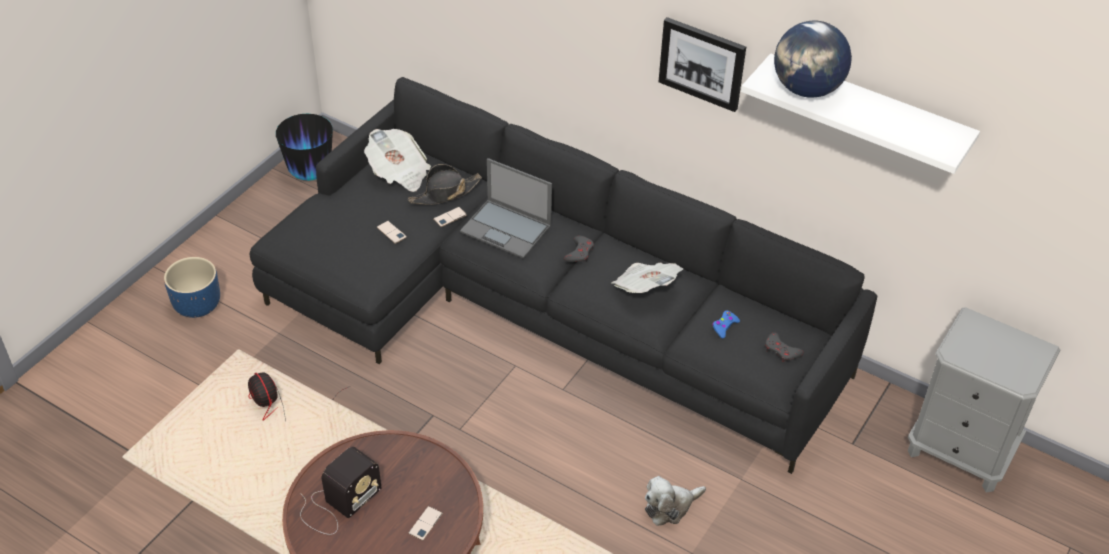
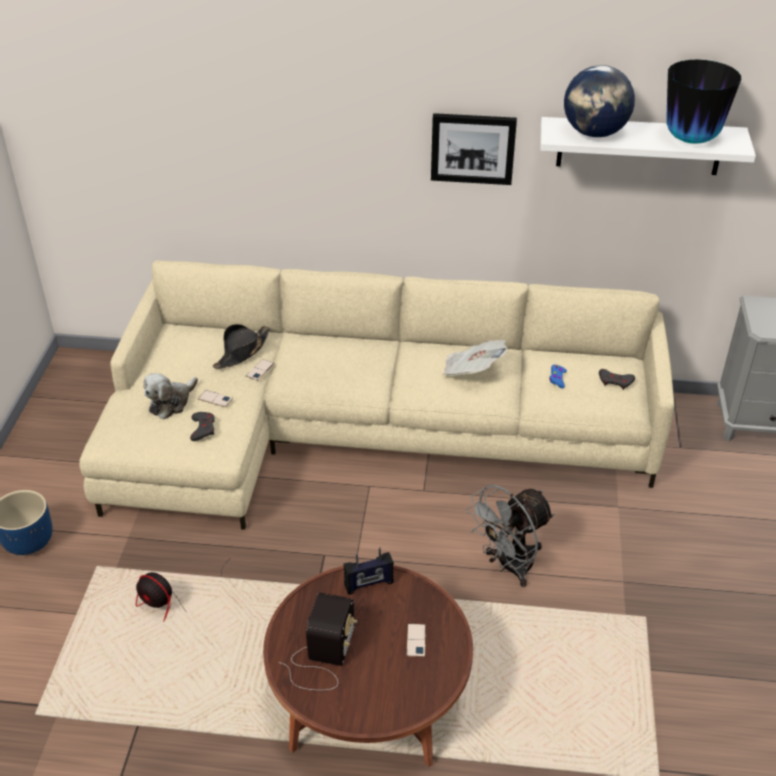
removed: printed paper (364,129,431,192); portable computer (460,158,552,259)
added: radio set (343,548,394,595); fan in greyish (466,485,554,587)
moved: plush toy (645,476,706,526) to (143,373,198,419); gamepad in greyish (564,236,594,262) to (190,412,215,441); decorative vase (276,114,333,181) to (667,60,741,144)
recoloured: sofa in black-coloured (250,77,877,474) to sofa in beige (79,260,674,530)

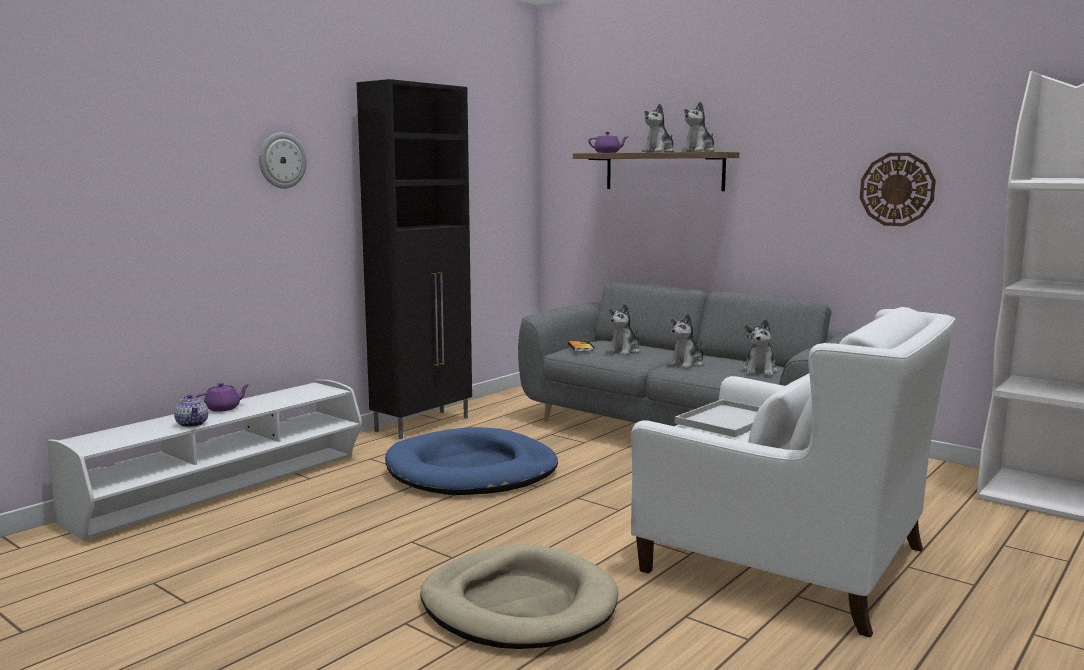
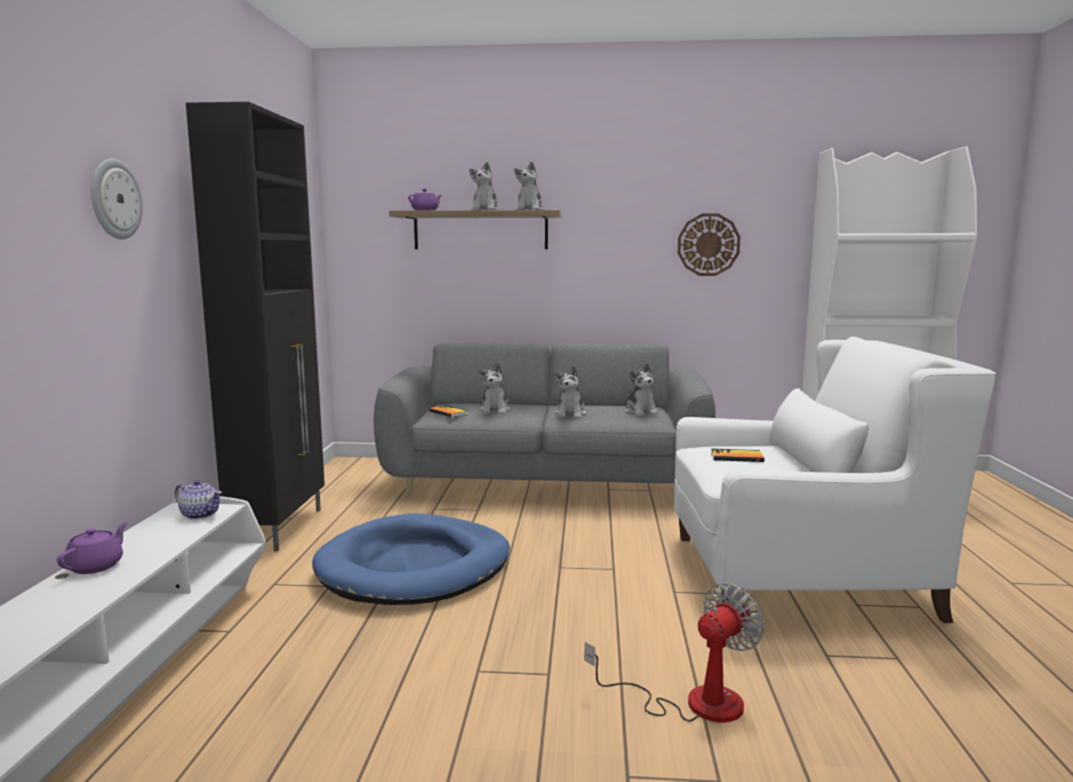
moved: tea pot (174,394,208,427) to (174,480,222,520)
replaced: dog bed in beige (420,544,618,649) to fan (585,583,764,723); tray in white (675,399,760,437) to volume (711,449,764,462)

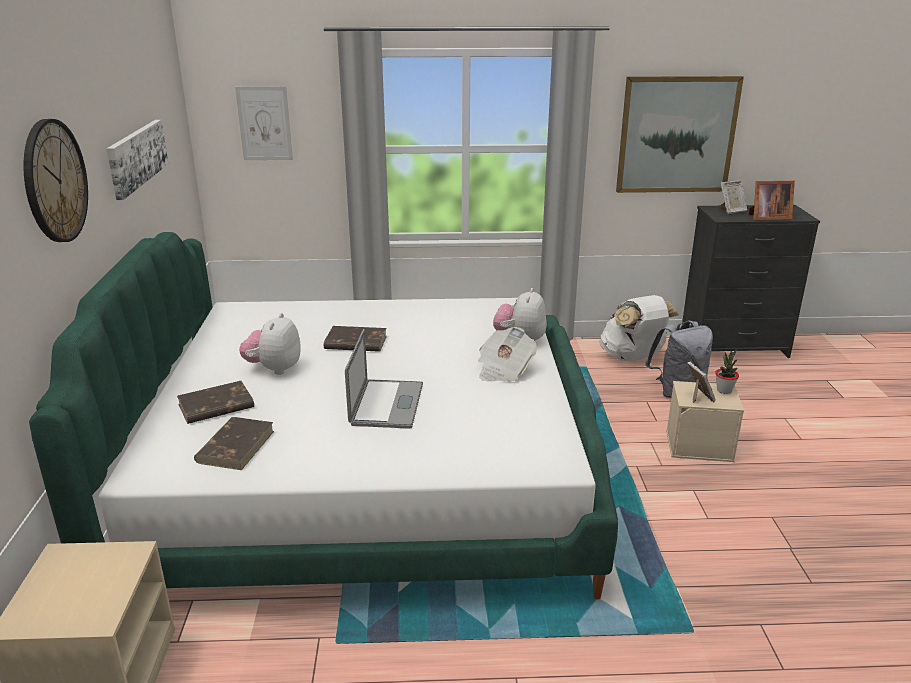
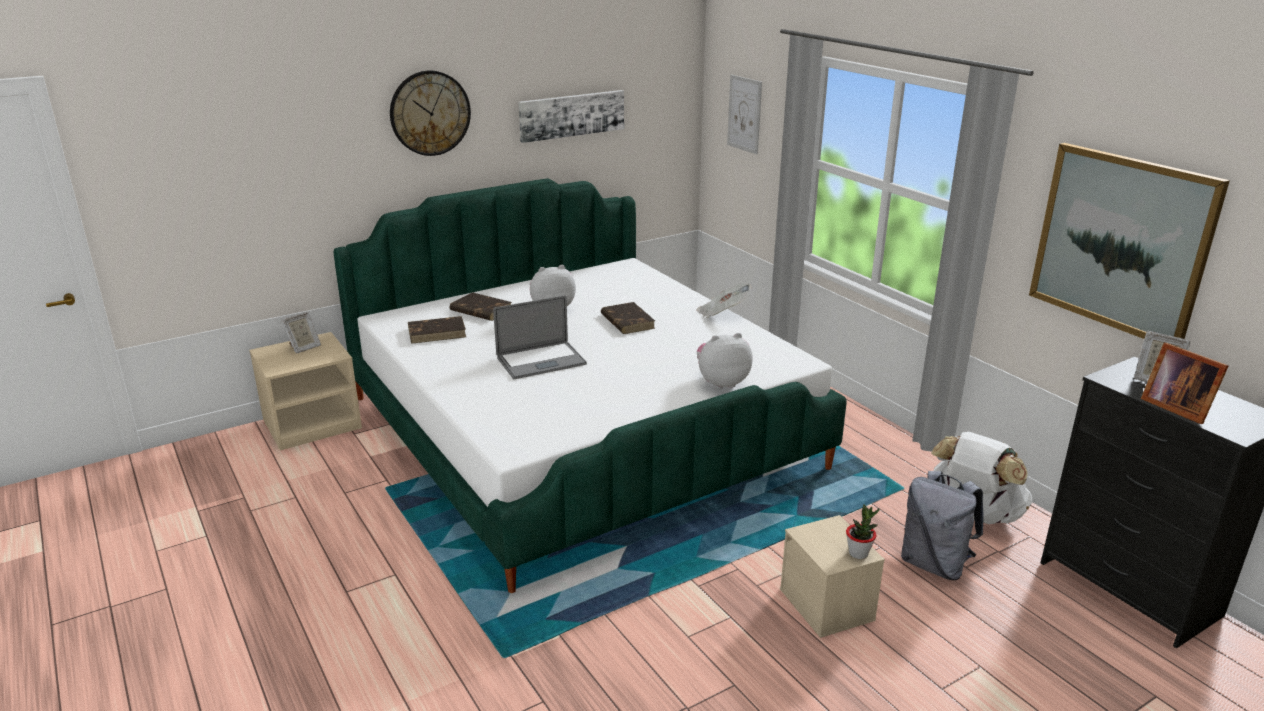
moved: standing frame (687,362,716,403) to (281,312,321,354); printed paper (478,327,537,382) to (697,283,752,318)

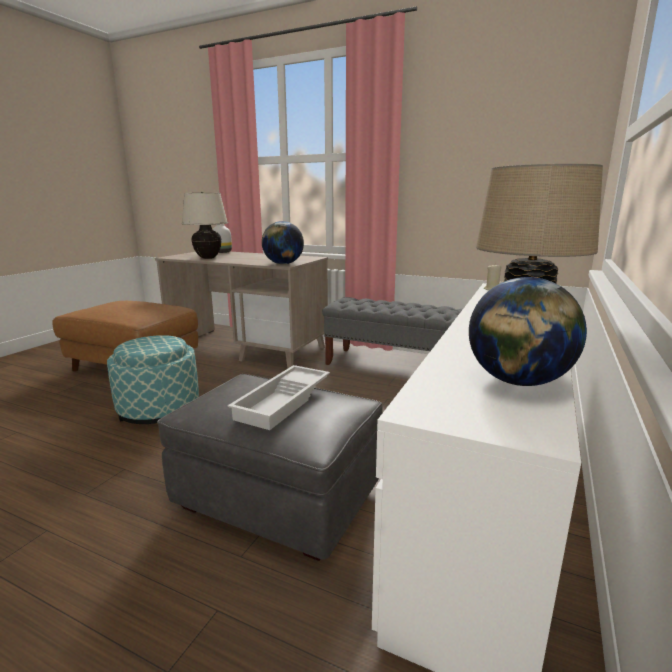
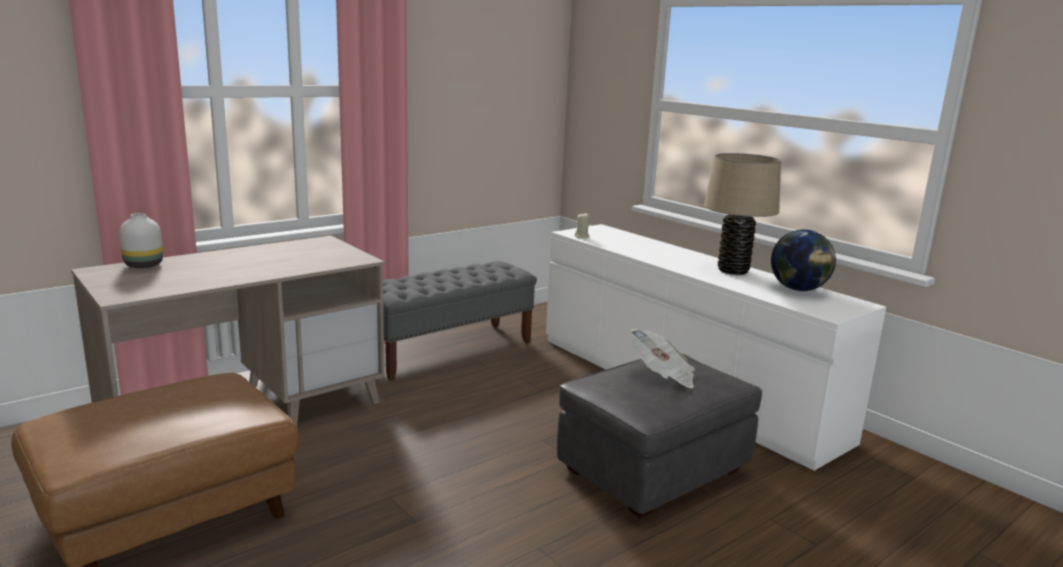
removed: ottoman (107,335,199,424); tabletop lamp in beige (182,192,228,259); world globe (262,221,304,264)
replaced: tray in white (228,365,330,430) to printed paper (631,329,695,388)

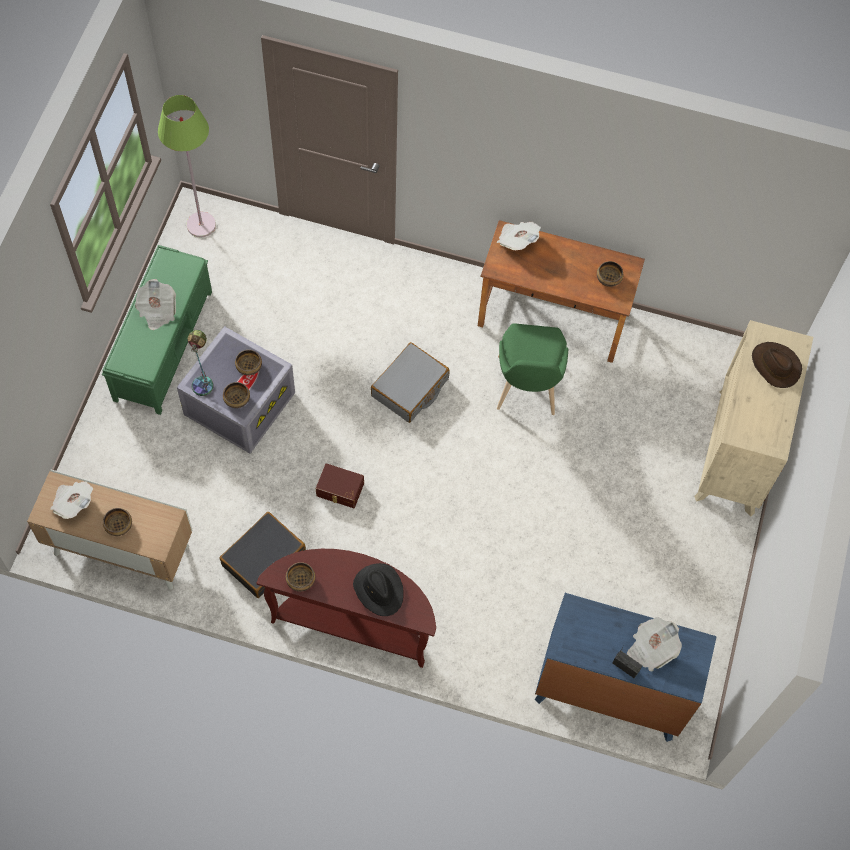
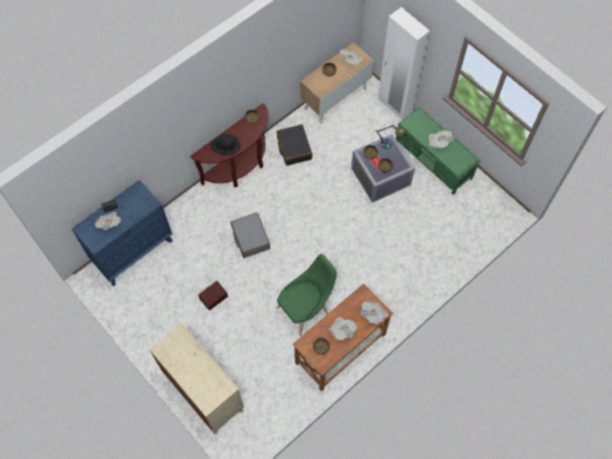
removed: standing lamp in green-coloured (158,95,216,237); hat in brown (752,342,802,388)
added: printed paper (329,317,357,340); armoire in white (378,7,430,120)
moved: storage container in brown (316,463,364,508) to (198,281,228,311); travel case in greyish (371,342,450,423) to (230,213,270,258)
turned: plain chair in green-coloured (497,323,568,415) = (277,254,337,336) 105 degrees clockwise

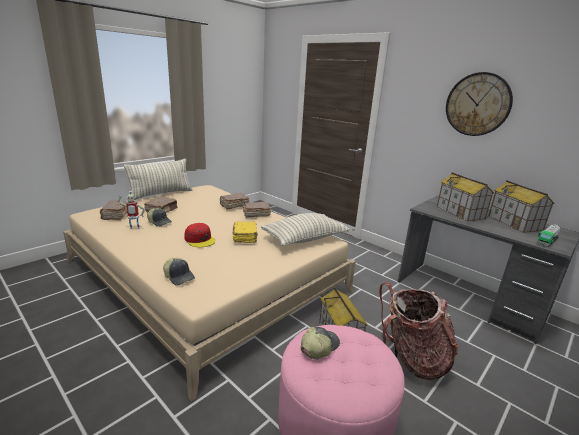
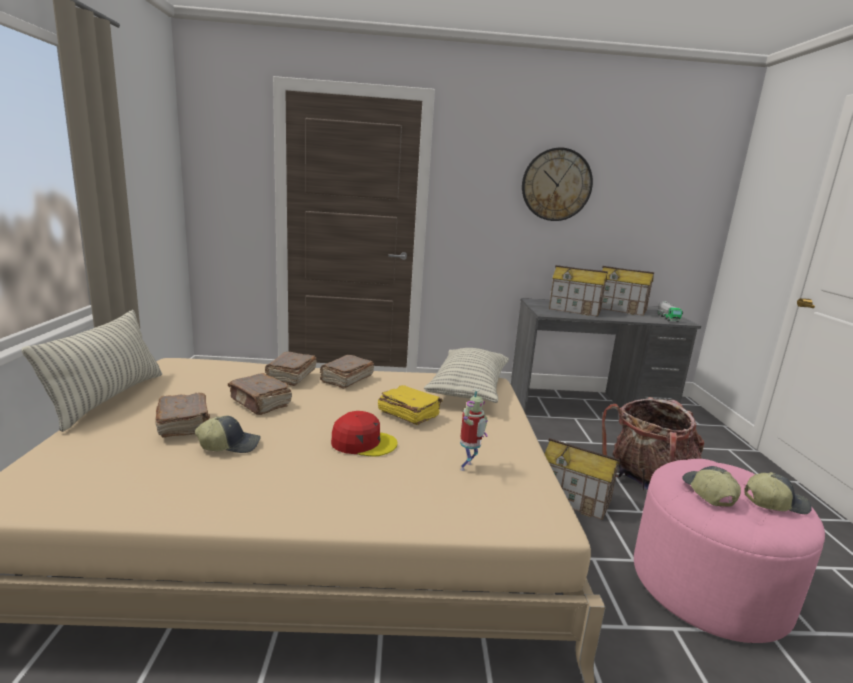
moved: volume in brown (100,200,127,220) to (228,373,292,415); toy robot (118,191,145,229) to (460,388,488,471); peaked cap (163,258,195,286) to (744,472,812,514)

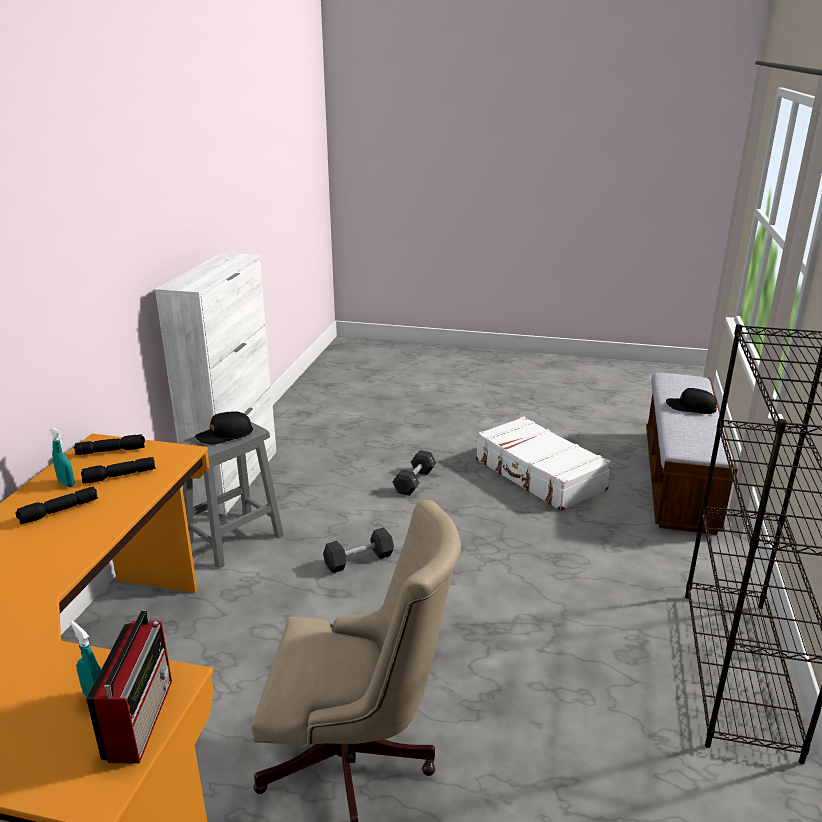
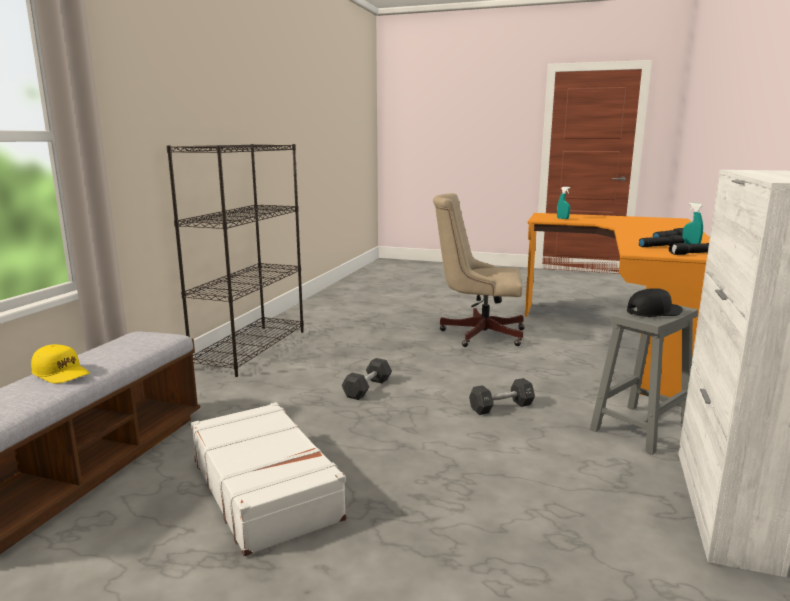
removed: radio set (86,610,172,764)
moved: dumbbell in black-coloured (392,450,436,496) to (341,358,392,400)
recoloured: peaked cap in black-coloured (666,388,717,414) to peaked cap in yellowish (31,344,90,384)

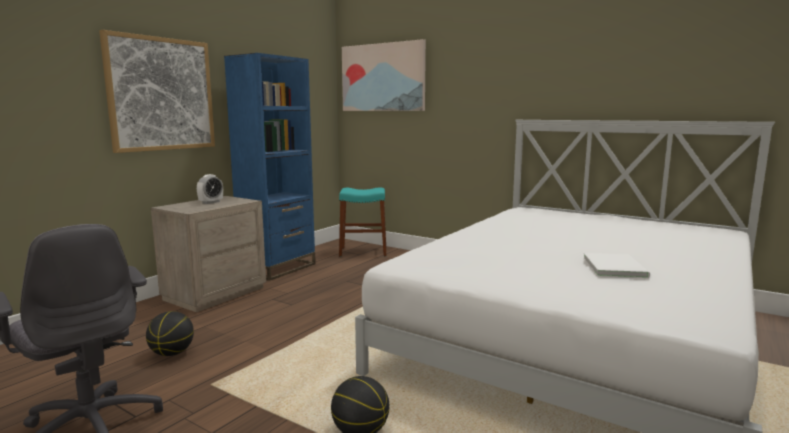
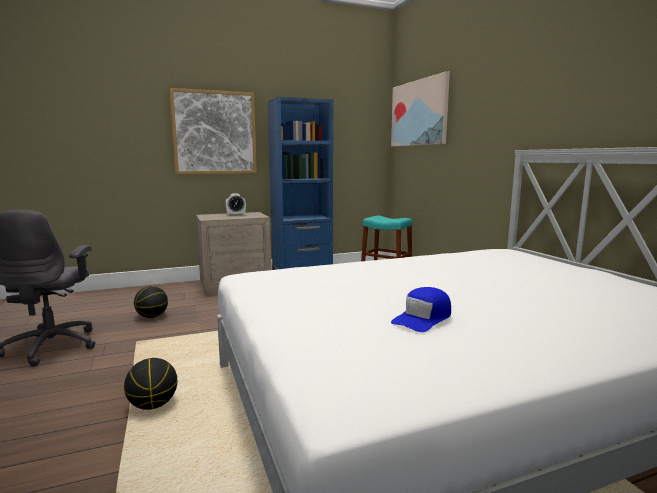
replaced: volume in white (583,253,650,278) to peaked cap in blue-coloured (391,287,451,332)

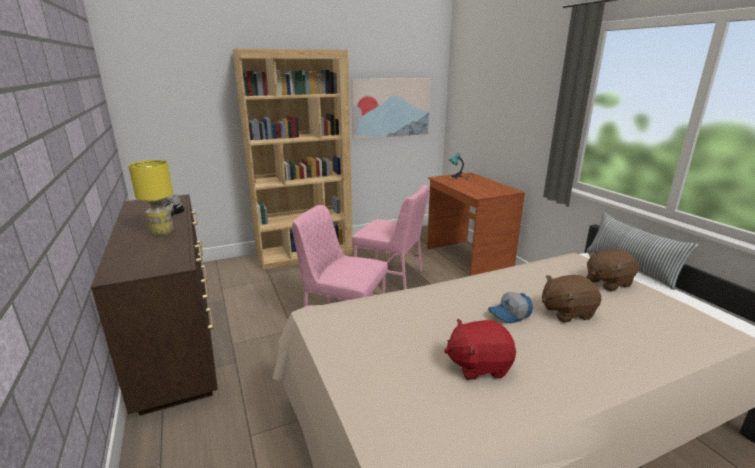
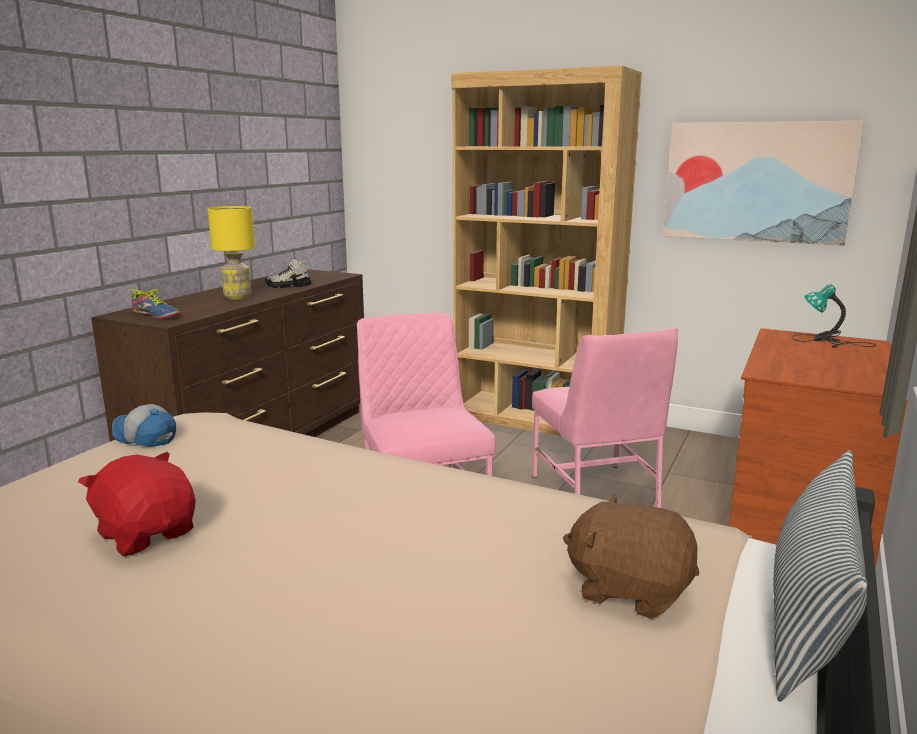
removed: plush toy in brown (542,275,601,322)
added: item of footwear (128,289,180,319)
moved: peaked cap (488,292,533,323) to (112,404,176,447)

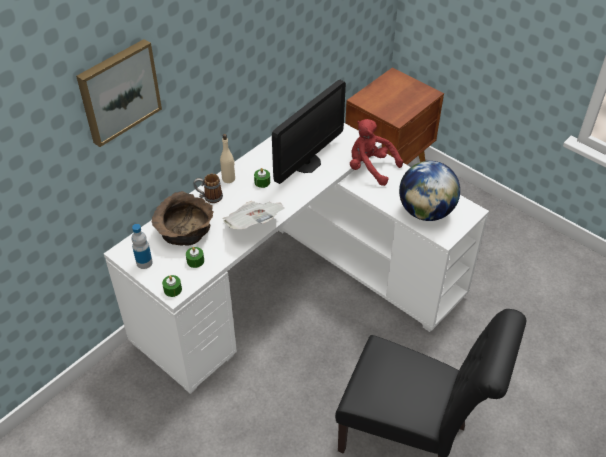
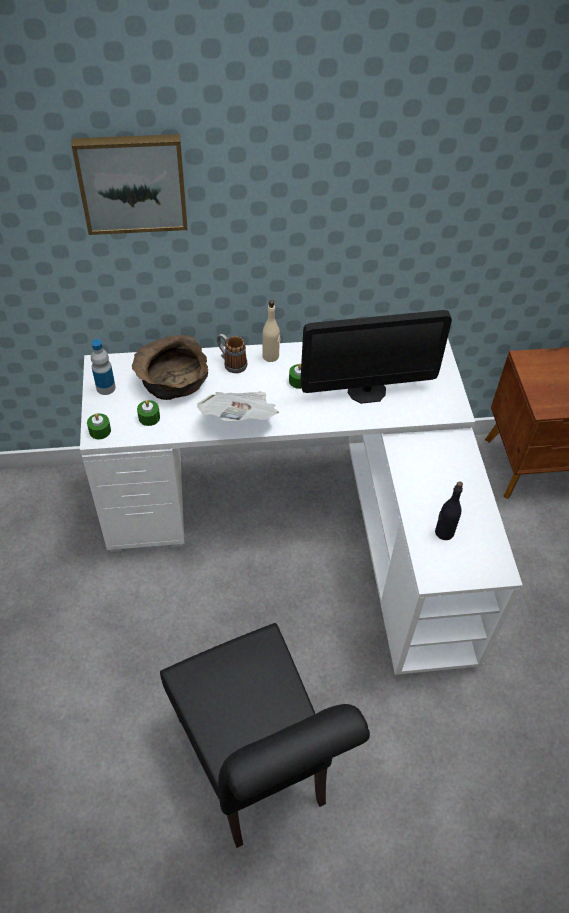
removed: plush toy in red (350,119,403,186)
replaced: world globe (399,161,460,221) to bottle in black-coloured (435,481,463,540)

